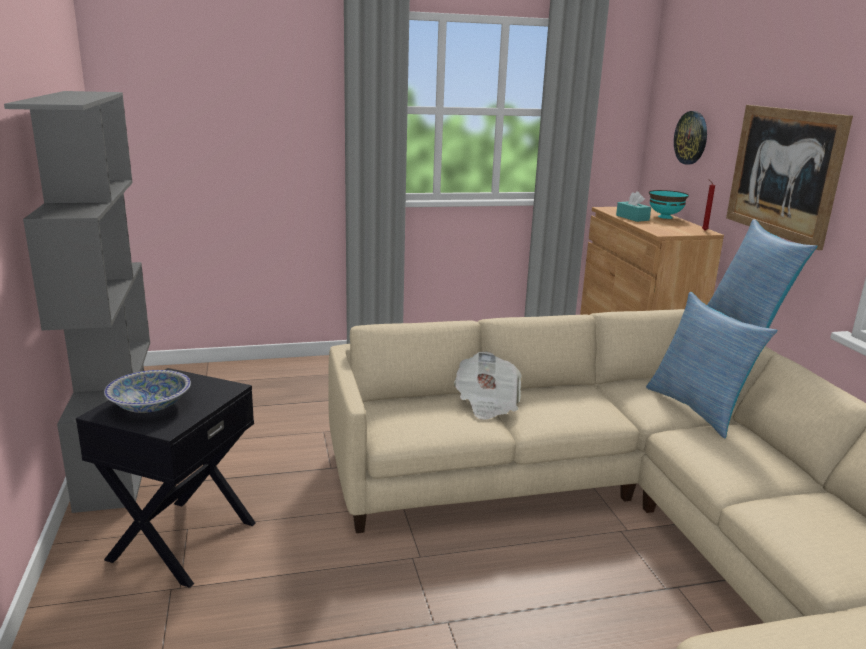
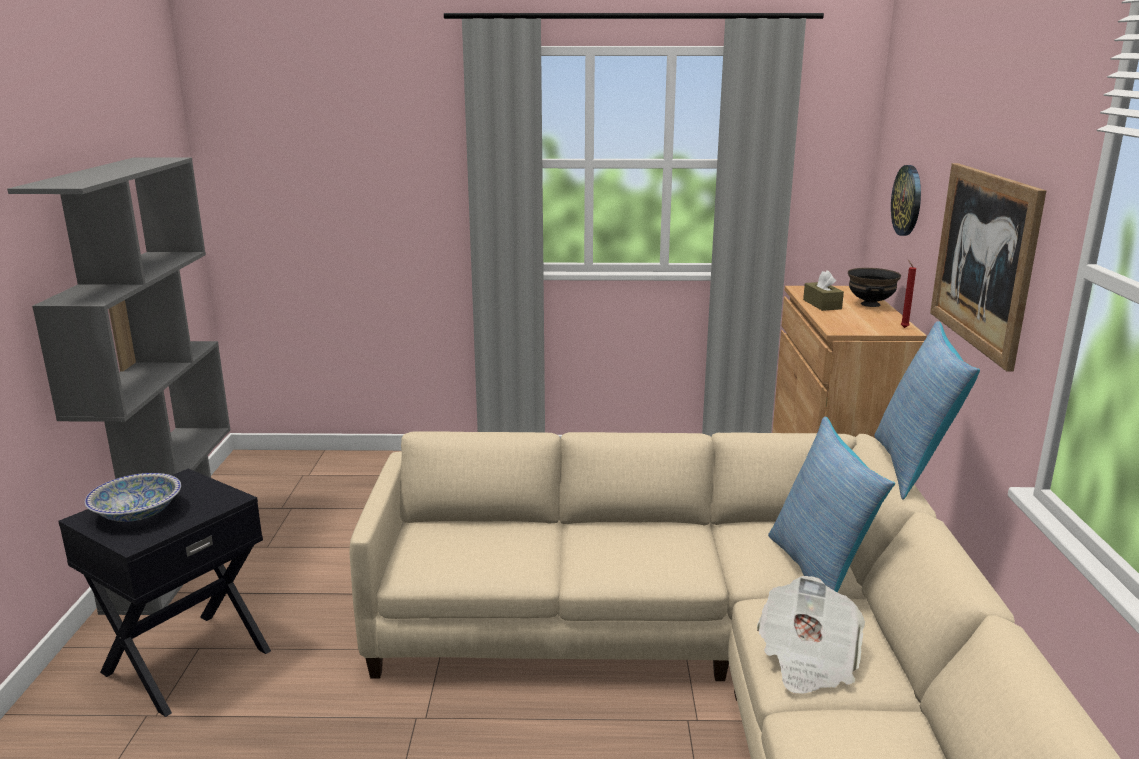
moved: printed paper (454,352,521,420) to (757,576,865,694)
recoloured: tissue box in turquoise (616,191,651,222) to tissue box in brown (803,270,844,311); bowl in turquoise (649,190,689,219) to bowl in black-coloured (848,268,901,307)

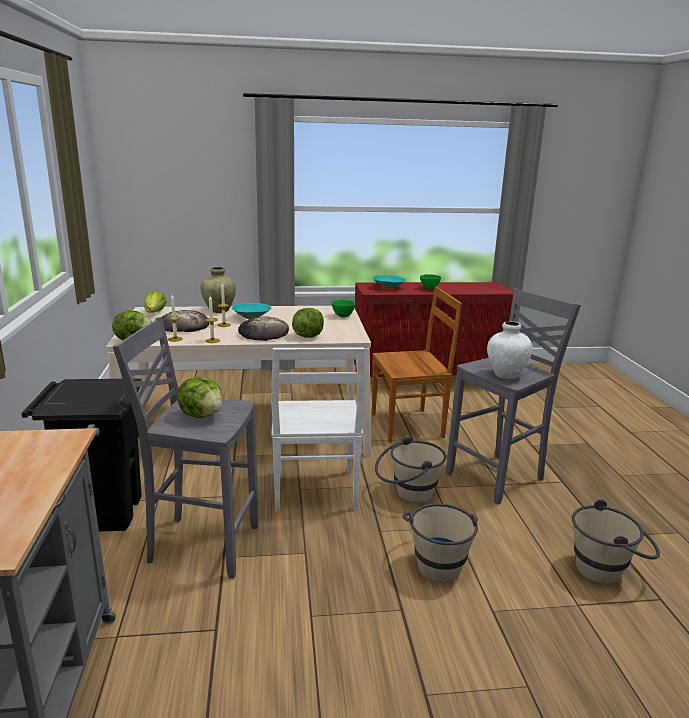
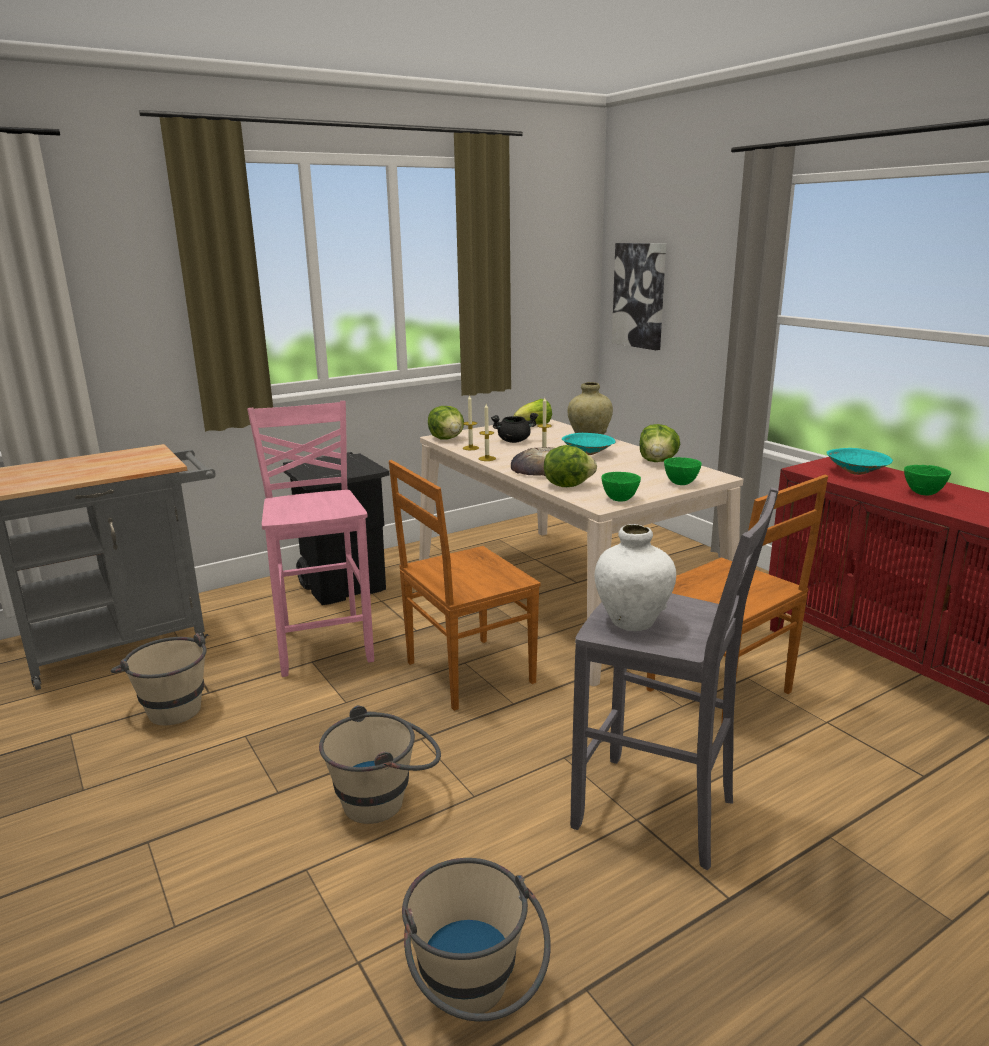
added: bowl in green-coloured (601,472,641,502); wall picture (612,243,666,350)
moved: bucket in beige (375,435,446,503) to (111,633,207,726); head of lettuce (177,377,223,418) to (640,424,680,462)
replaced: bread (162,310,209,332) to cooking pot in black-coloured (491,413,538,443)
recoloured: stool seat in greyish (113,317,259,579) to stool seat in pinkish (247,401,374,677); plain chair in white (271,348,365,512) to plain chair in brown (389,460,541,711)

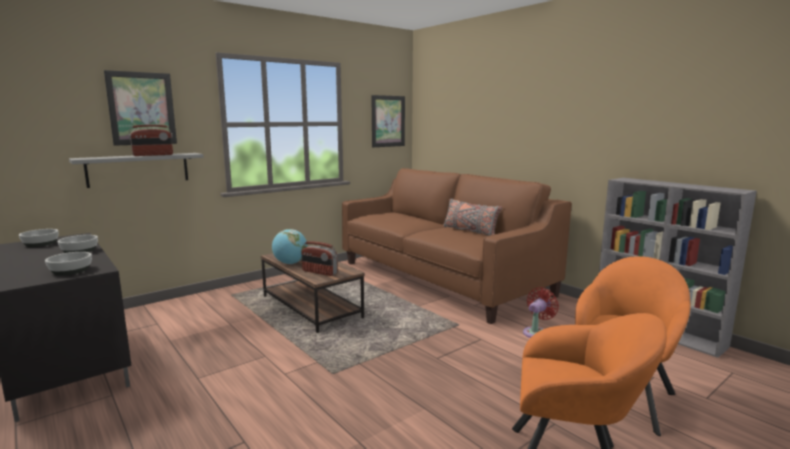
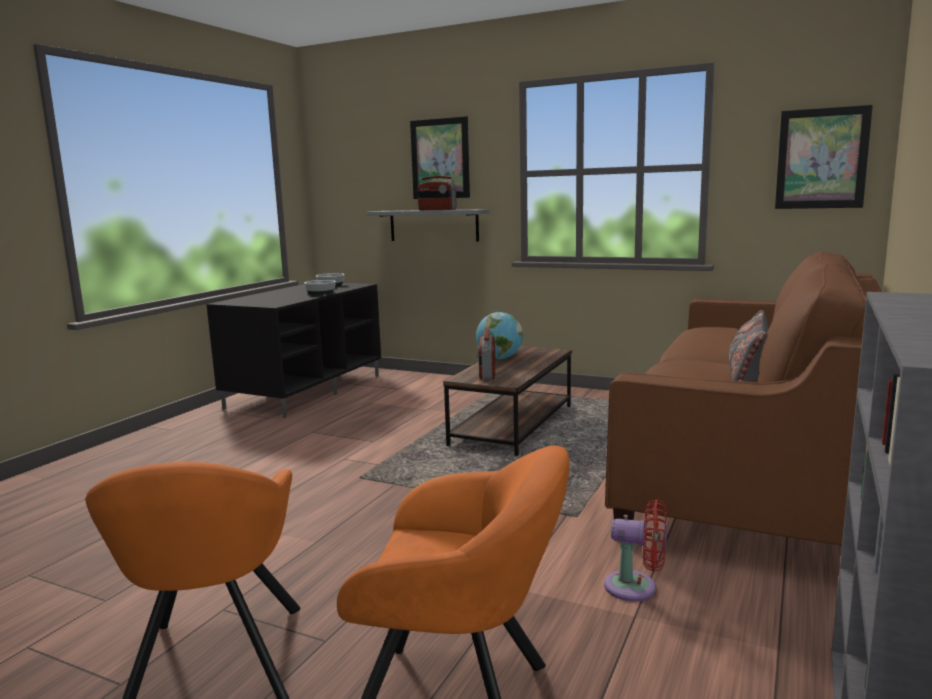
removed: bowl (45,252,92,275)

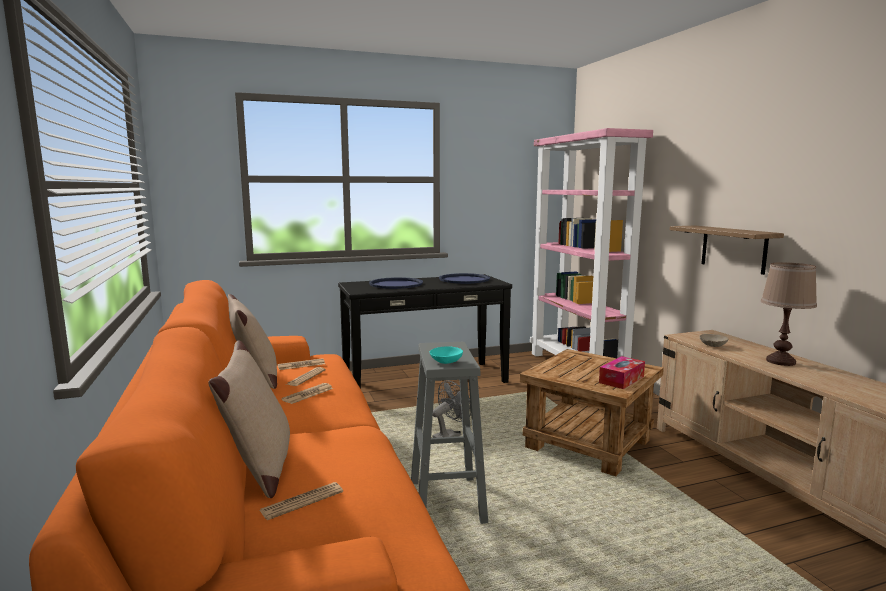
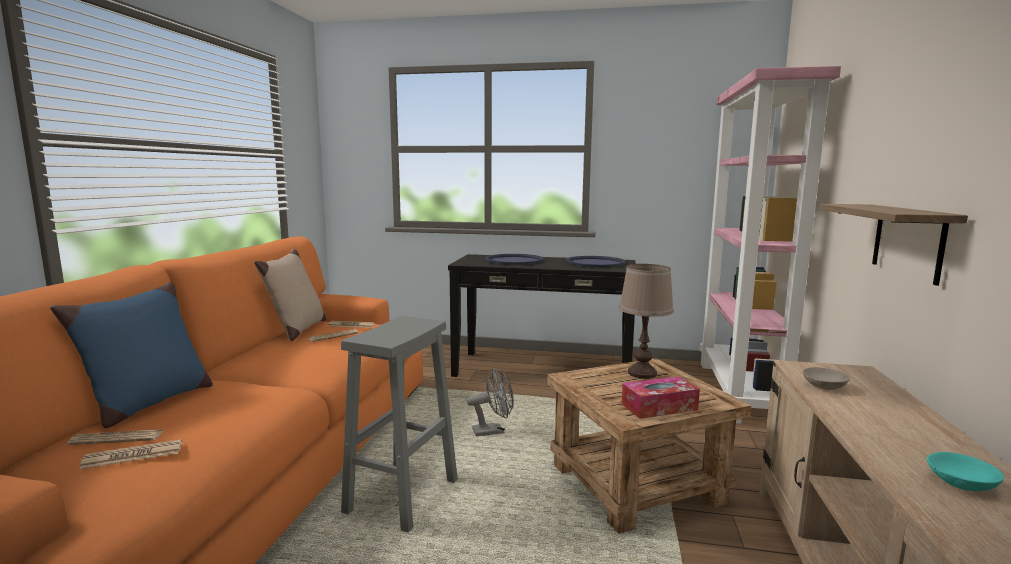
moved: printed paper (281,383,333,404) to (79,439,182,469); tabletop lamp in brown (761,262,817,366) to (619,264,674,379); bowl in turquoise (430,346,463,364) to (927,452,1004,491)
recoloured: throw pillow in beige (209,340,290,498) to throw pillow in blue-coloured (50,282,213,428)

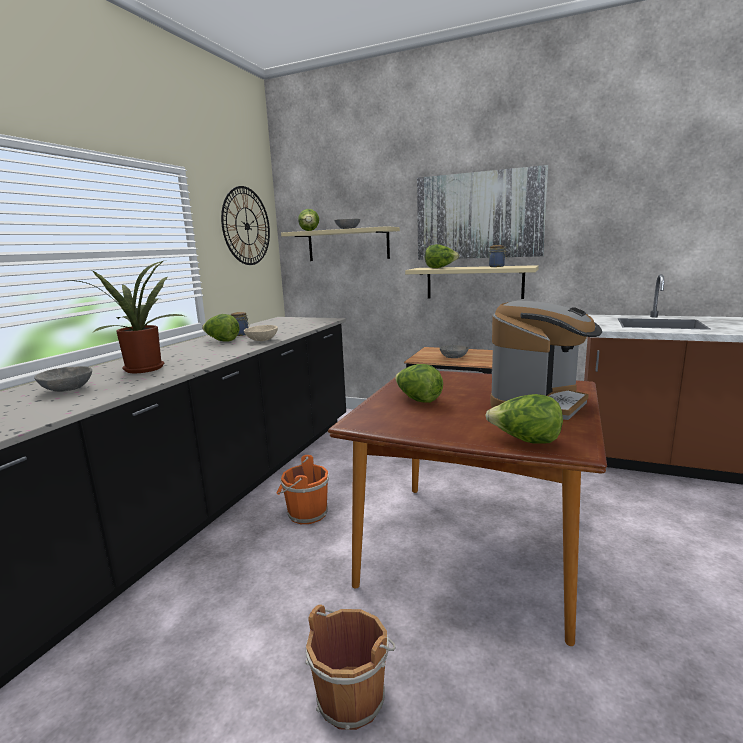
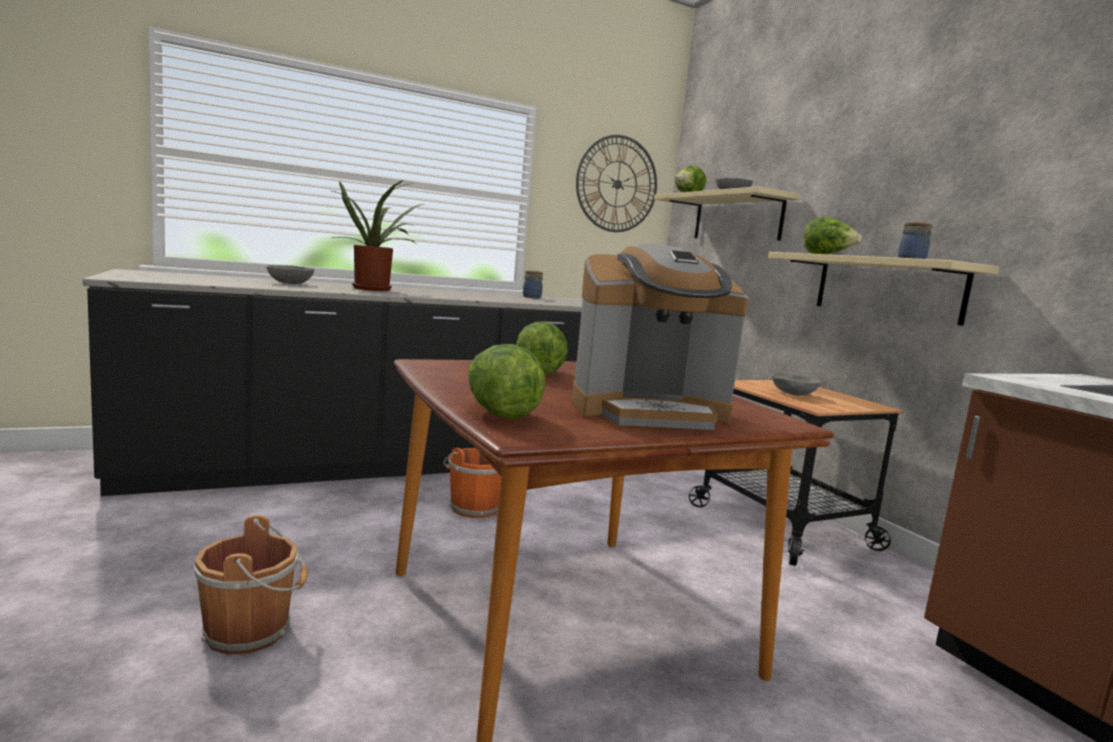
removed: head of lettuce (202,314,239,342); bowl in beige (244,325,278,341); wall picture (417,165,548,260)

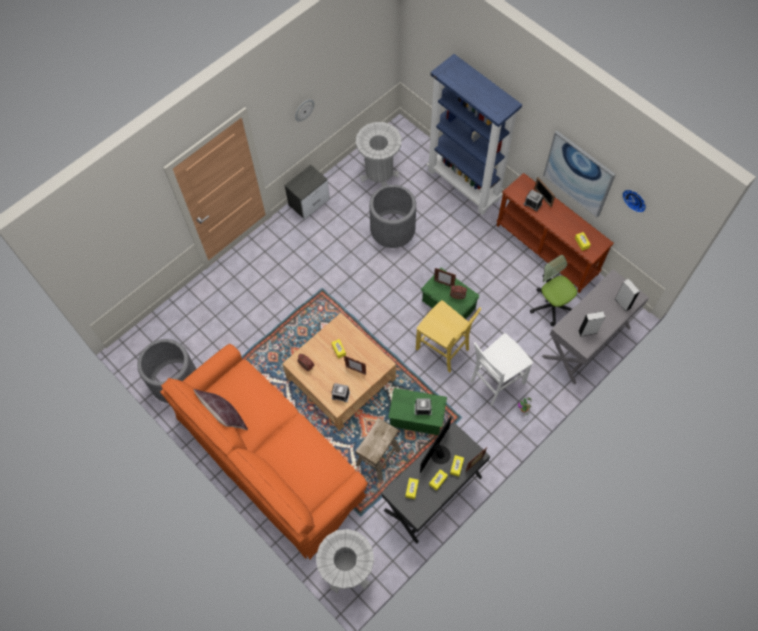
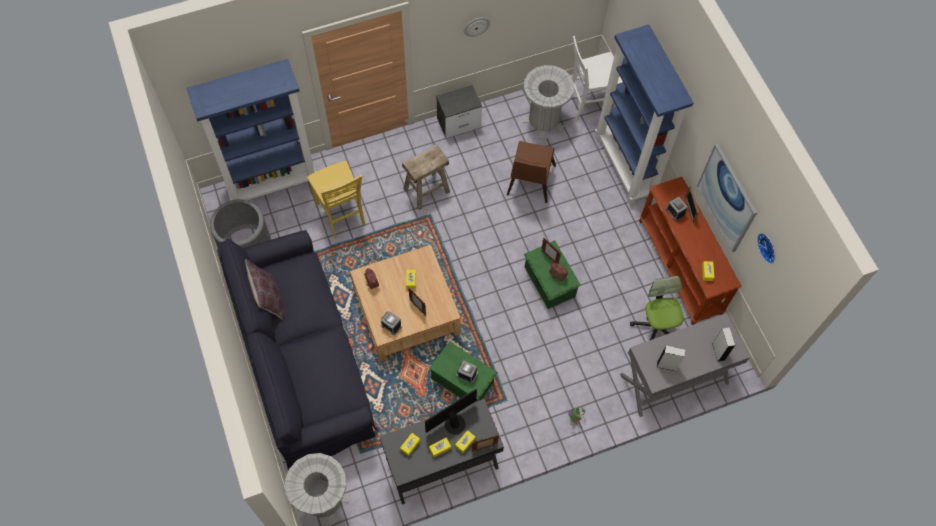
added: bookcase in blue-coloured (187,59,316,200)
moved: plain chair in yellowish (416,300,482,373) to (307,161,365,238); stool seat in beige (356,418,401,481) to (402,144,450,210); plain chair in white (470,333,533,405) to (572,36,623,121)
replaced: planter in greyish (369,185,416,248) to plain chair in brown (507,141,556,203)
recoloured: sofa in orange-coloured (160,344,368,560) to sofa in black-coloured (217,230,379,470)

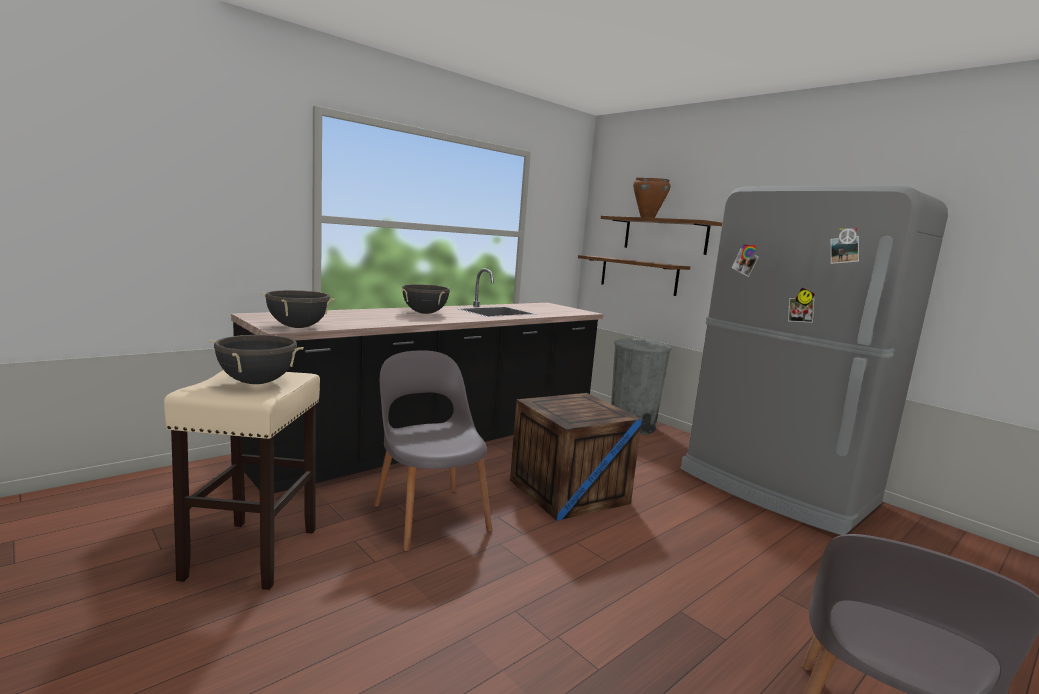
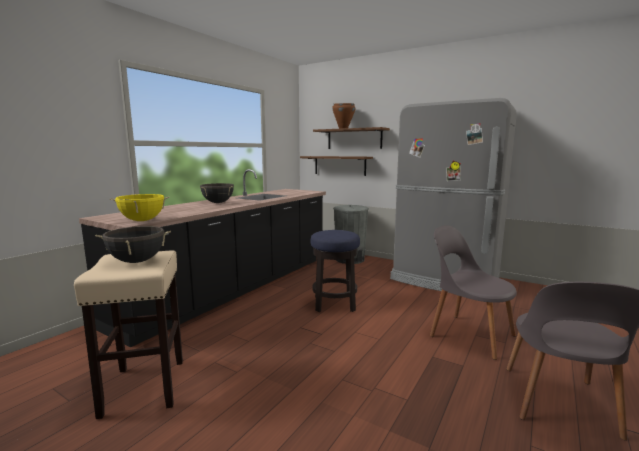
moved: plain chair in greyish (373,350,492,552) to (430,225,517,360)
replaced: shipping crate (510,393,642,521) to stool seat (311,230,360,312)
recoloured: cooking pot in black-coloured (261,290,336,328) to cooking pot in yellowish (110,194,169,221)

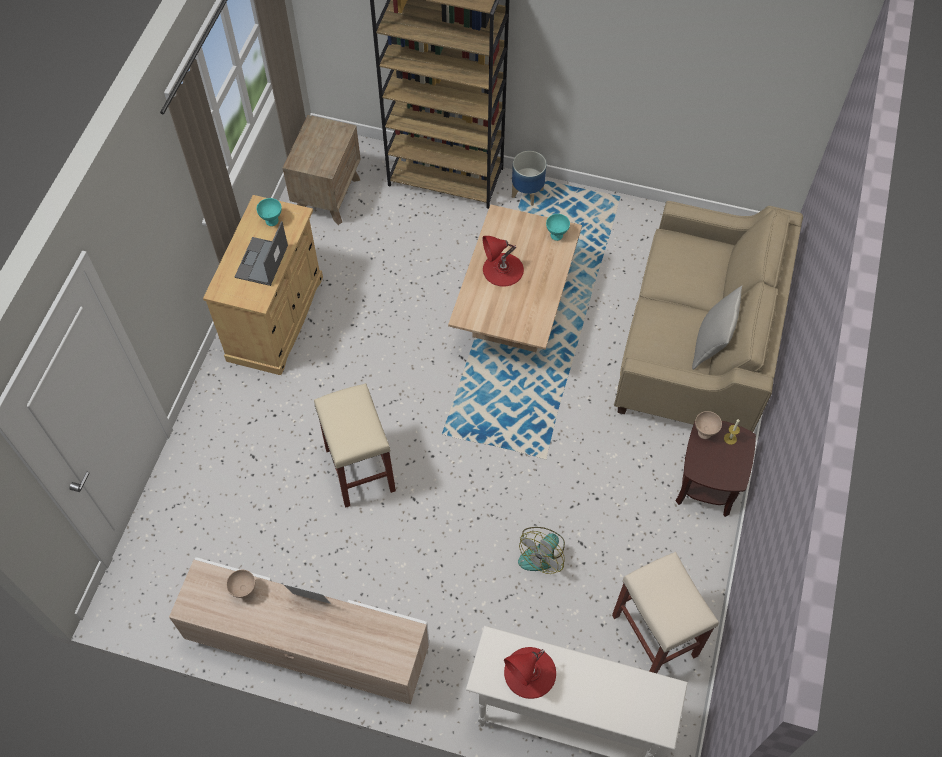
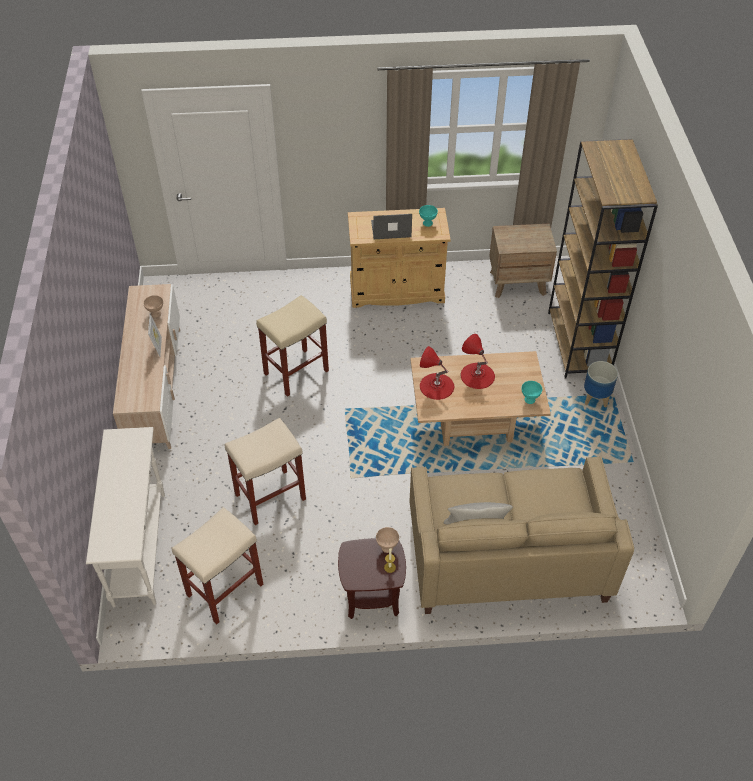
moved: tabletop lamp in red (504,647,556,699) to (420,346,454,400)
replaced: fan (518,527,565,574) to stool seat in beige (225,418,306,525)

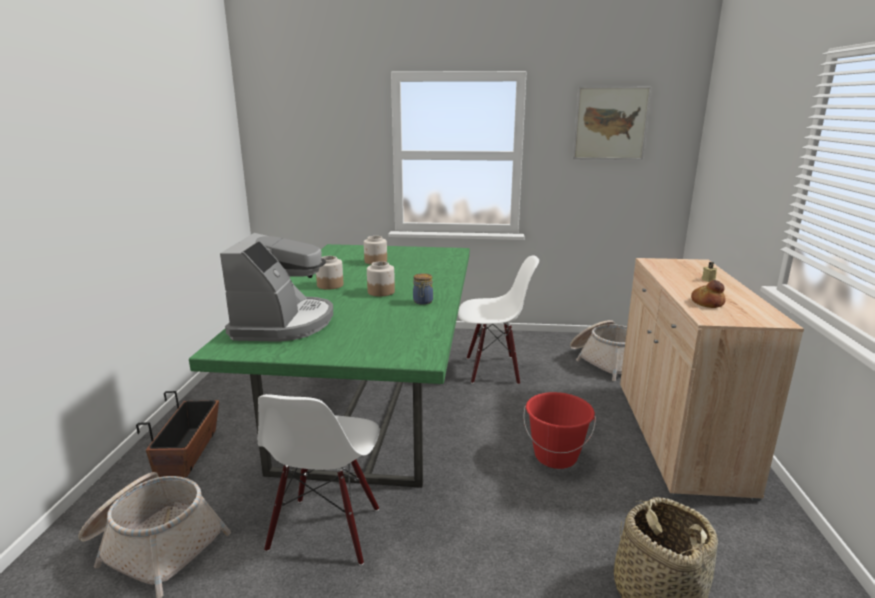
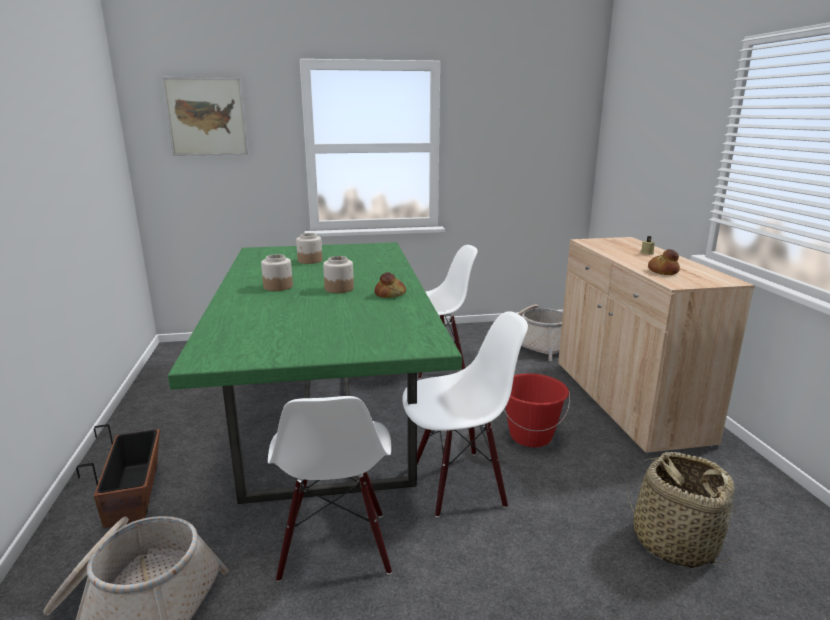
removed: coffee machine (220,233,333,342)
added: plain chair in white (403,311,528,517)
moved: wall picture (573,86,651,160) to (161,77,249,156)
replaced: preserve jar (413,273,433,305) to bread (375,272,406,298)

